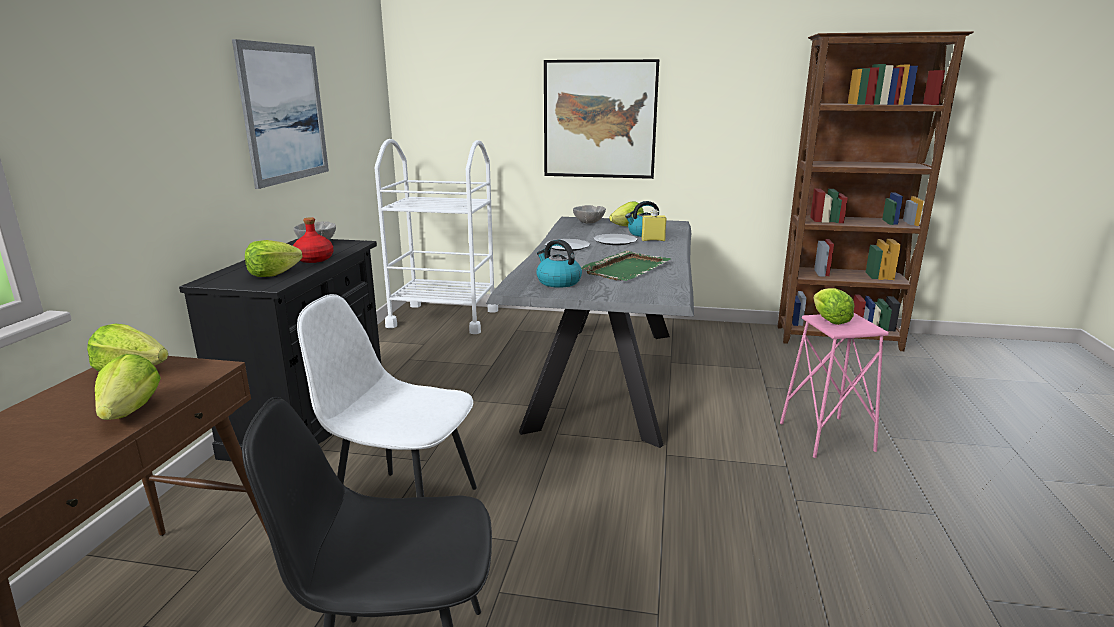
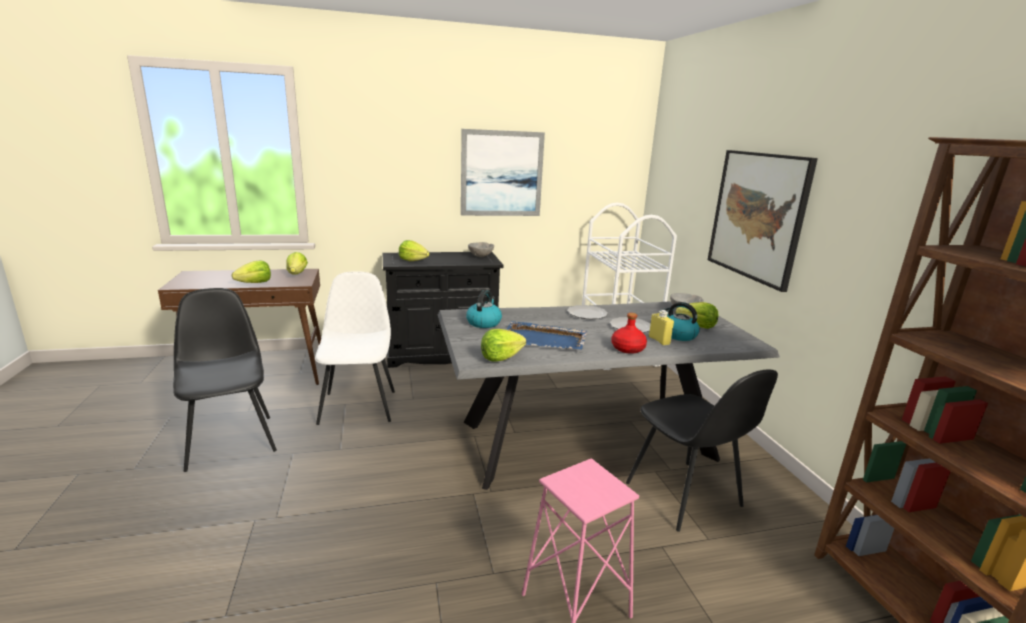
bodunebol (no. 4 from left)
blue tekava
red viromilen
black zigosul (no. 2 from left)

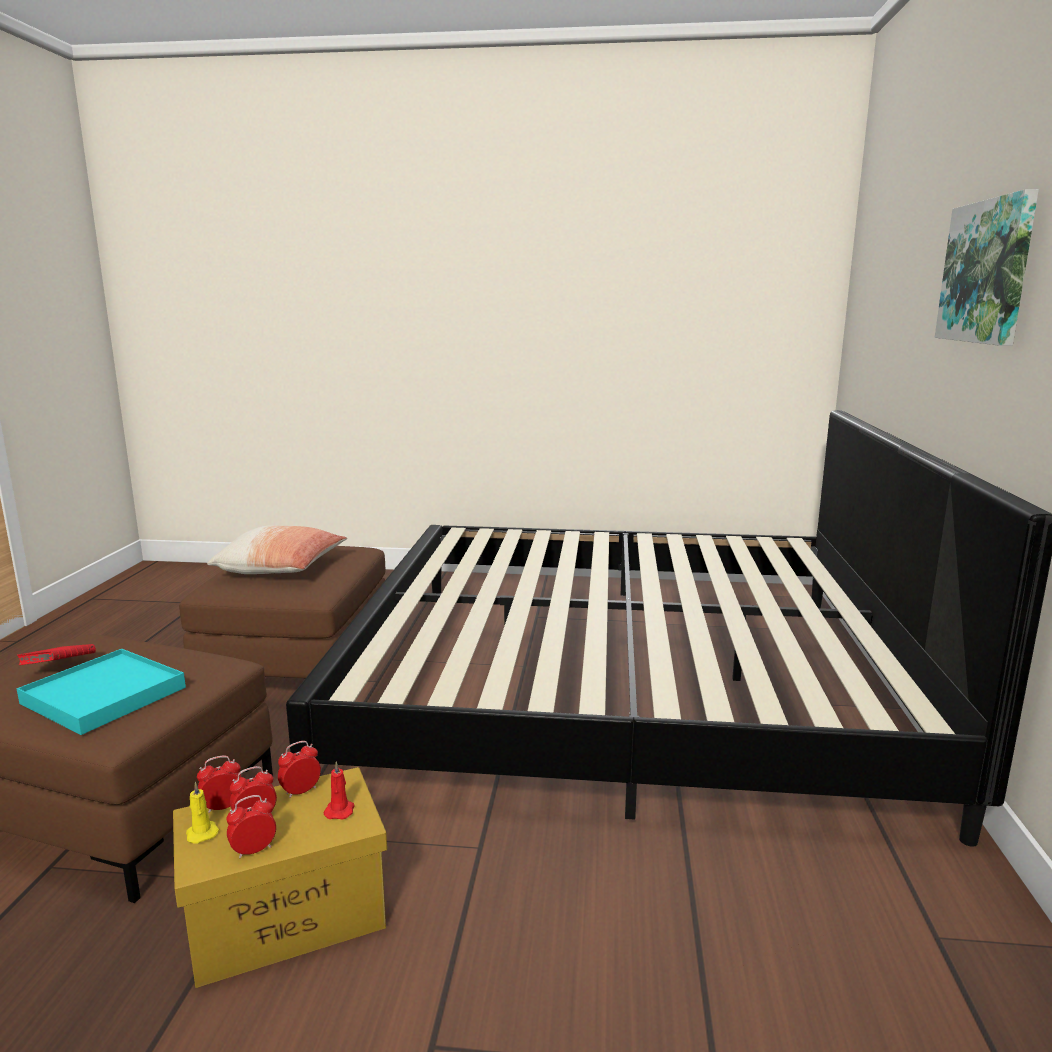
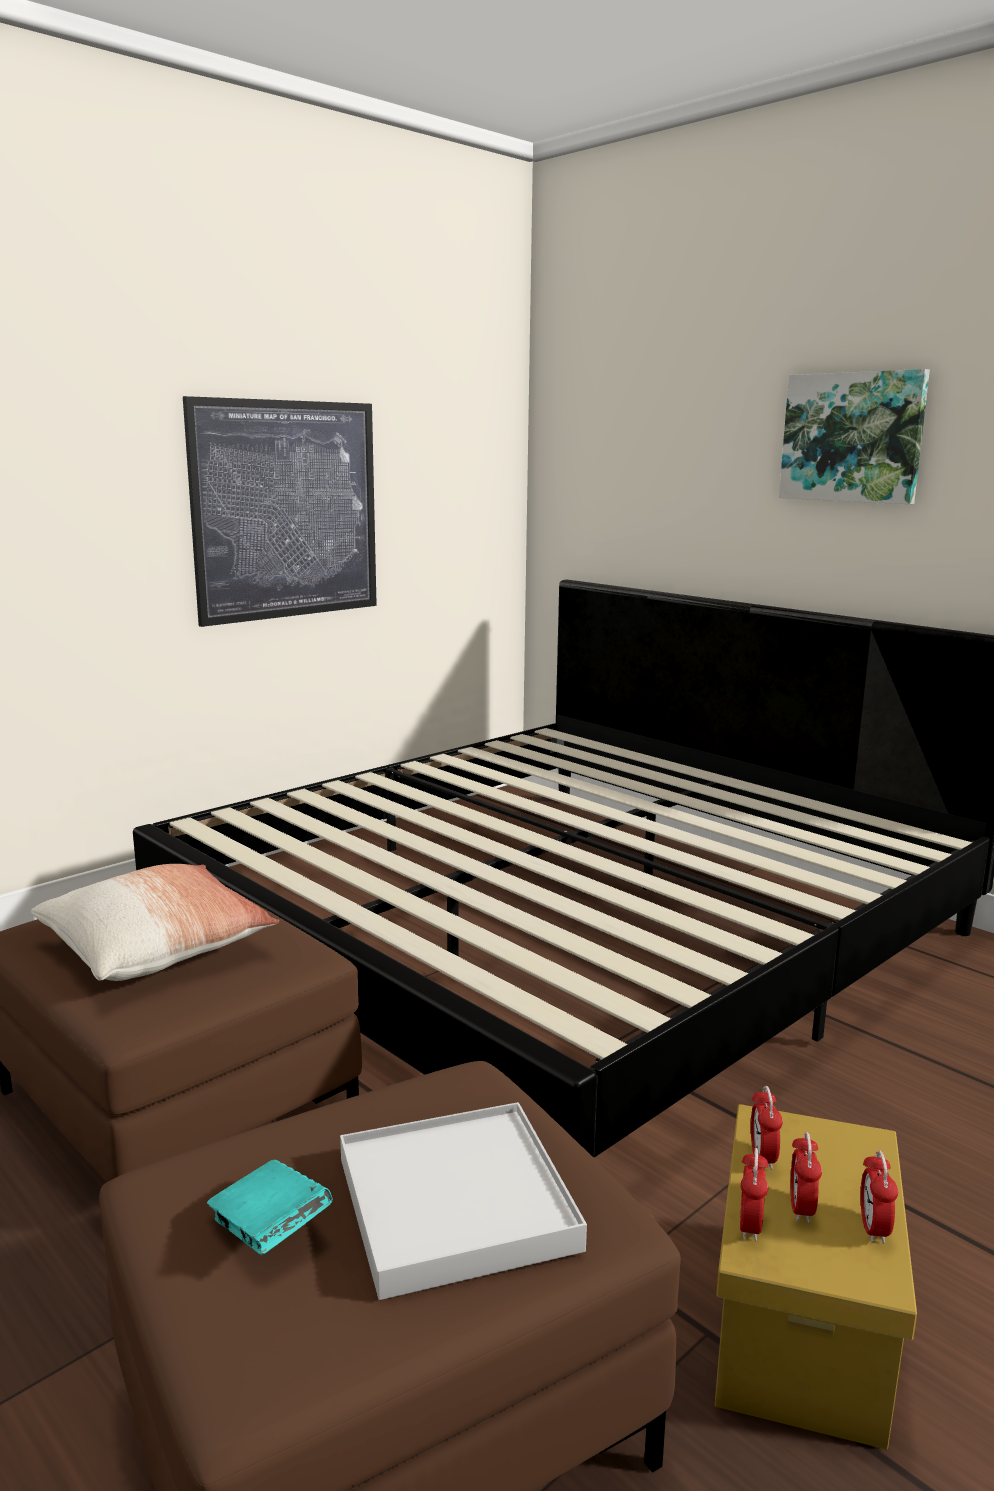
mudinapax (no. 1 from left)
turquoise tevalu
white tekava
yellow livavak
red livavak

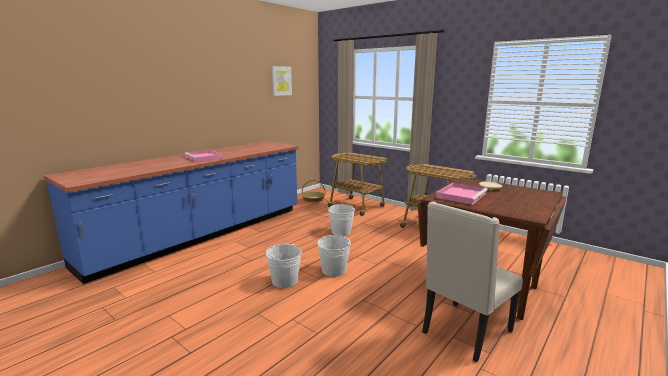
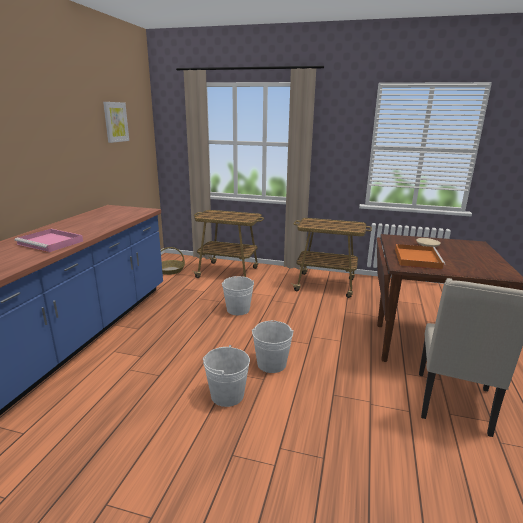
orange tekava

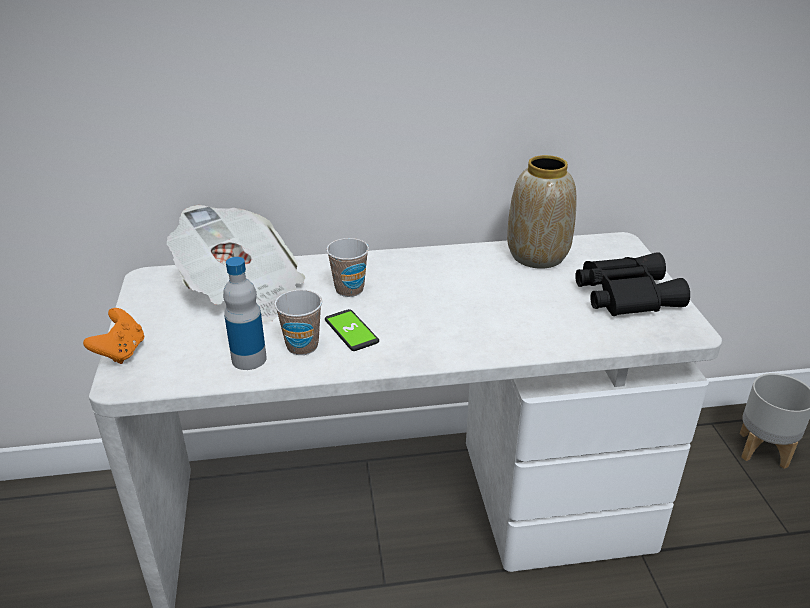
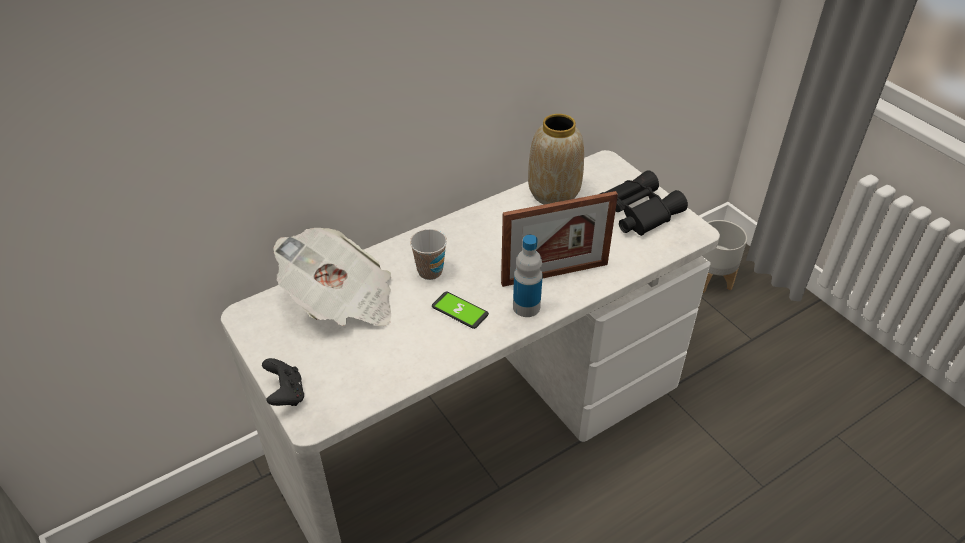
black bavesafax
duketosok
viromilen
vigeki (no. 1 from left in the first image)

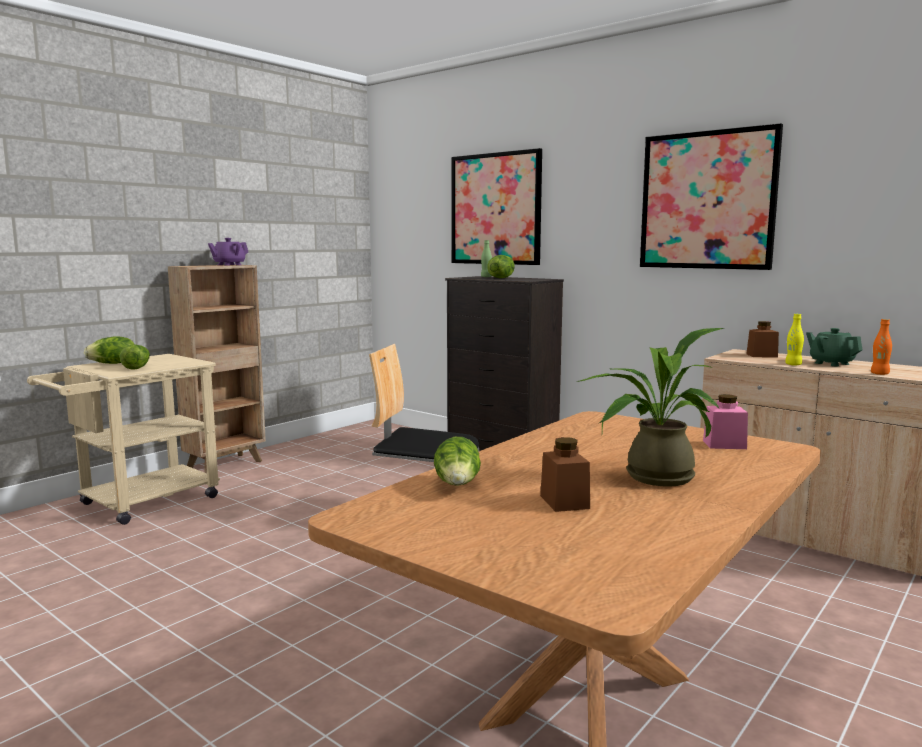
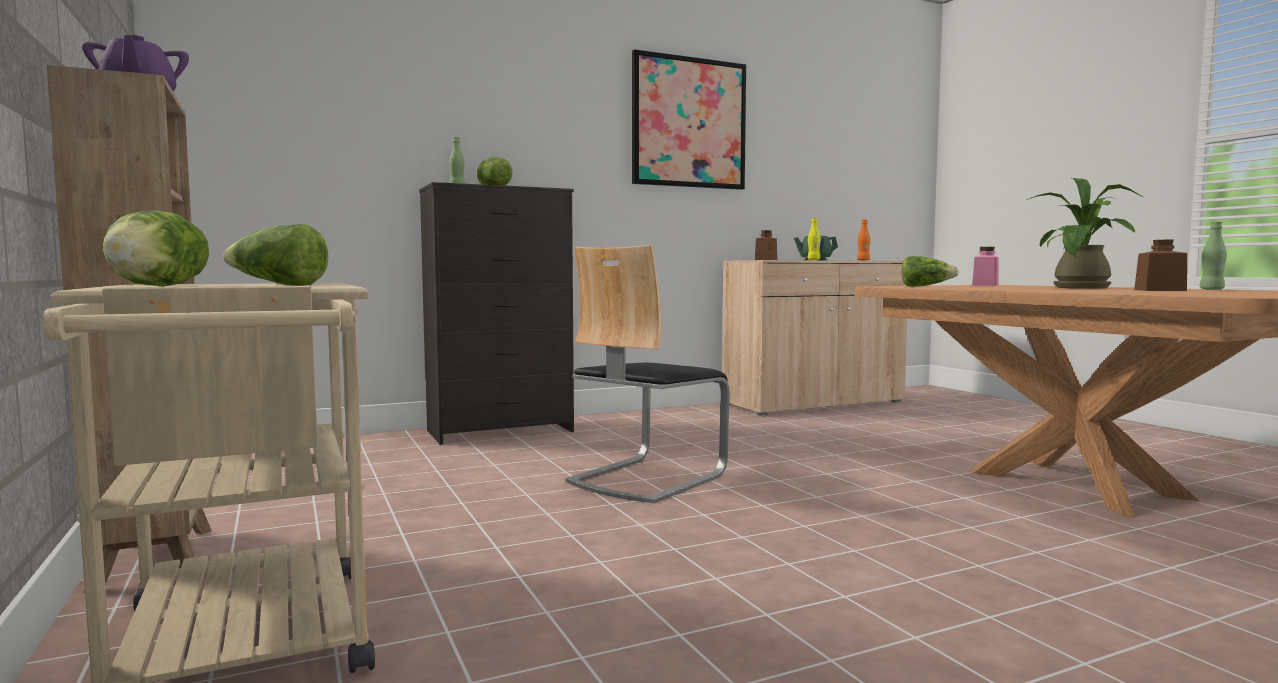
bodunebol (no. 4 from left)
green viromilen (no. 2 from left)
mudinapax (no. 1 from left in the first image)

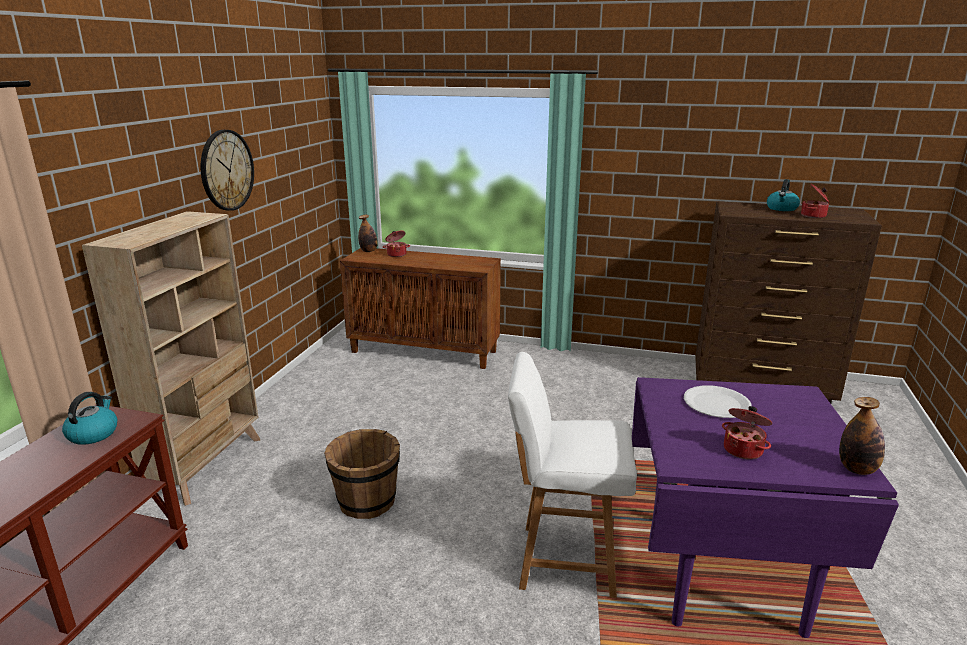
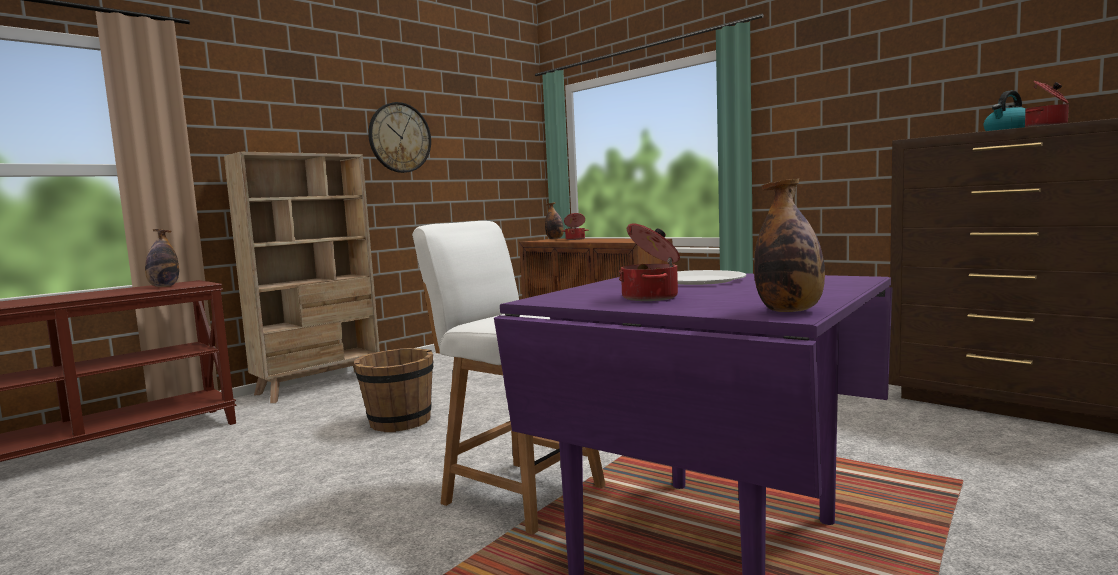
viromilen (no. 1 from left)

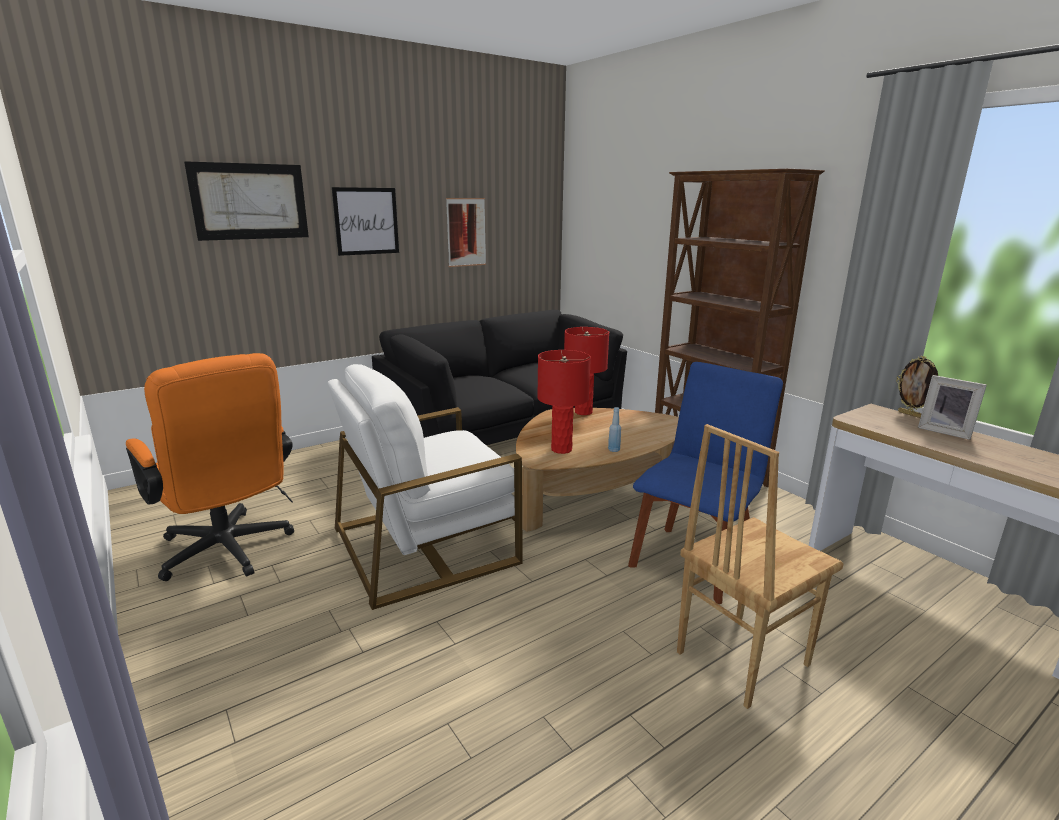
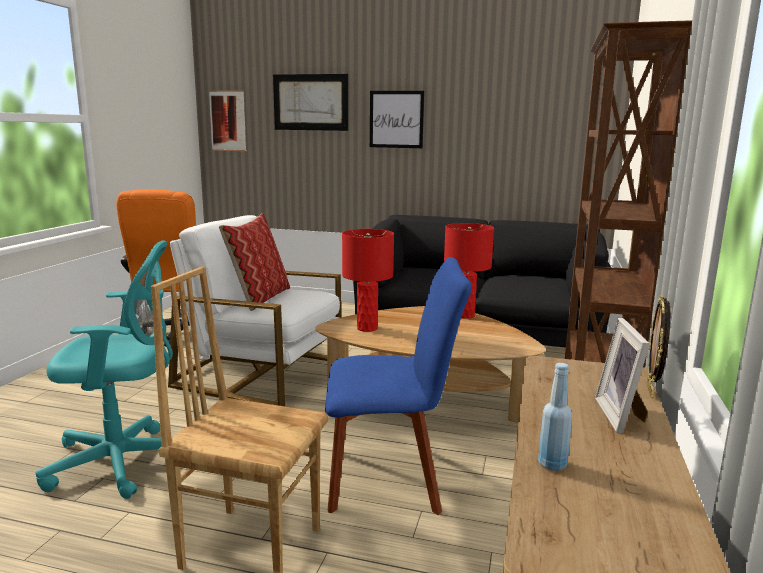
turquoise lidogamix
mudinapax (no. 1 from left)
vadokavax
blue viromilen

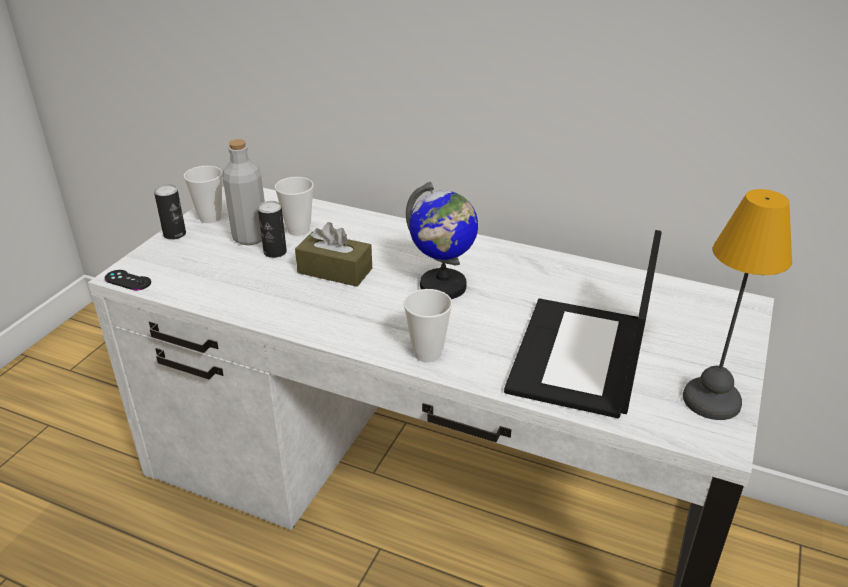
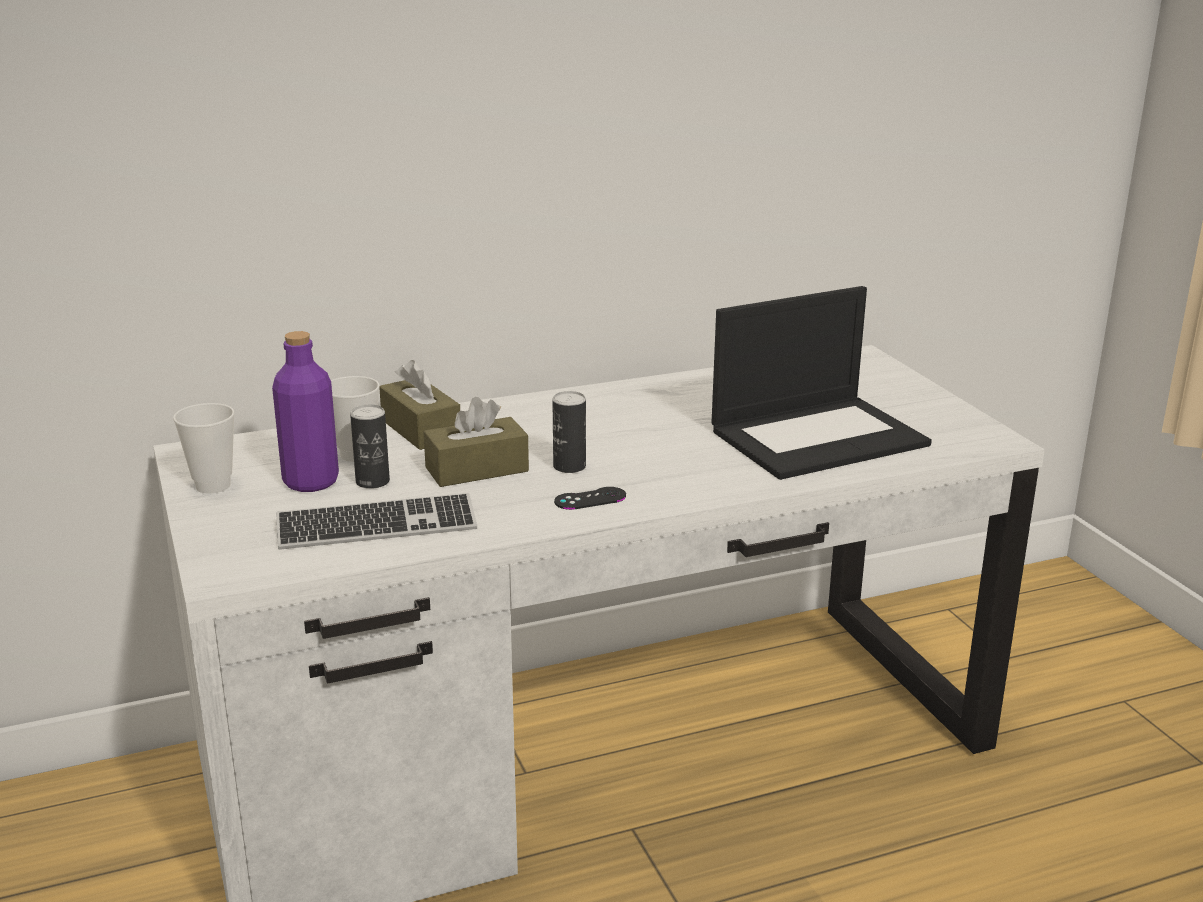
purple viromilen
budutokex
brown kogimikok (no. 1 from left)
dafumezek (no. 2 from left)
black bavesafax
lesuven
vigeki (no. 3 from left in the first image)
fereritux
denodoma

